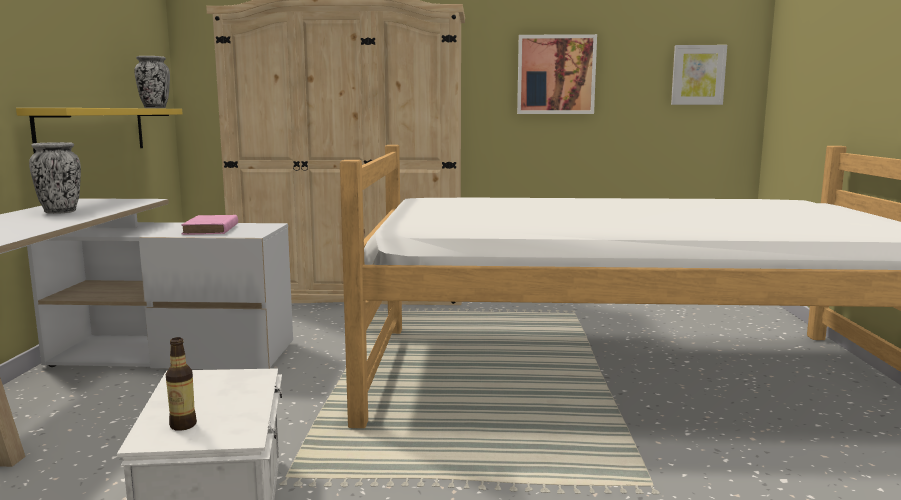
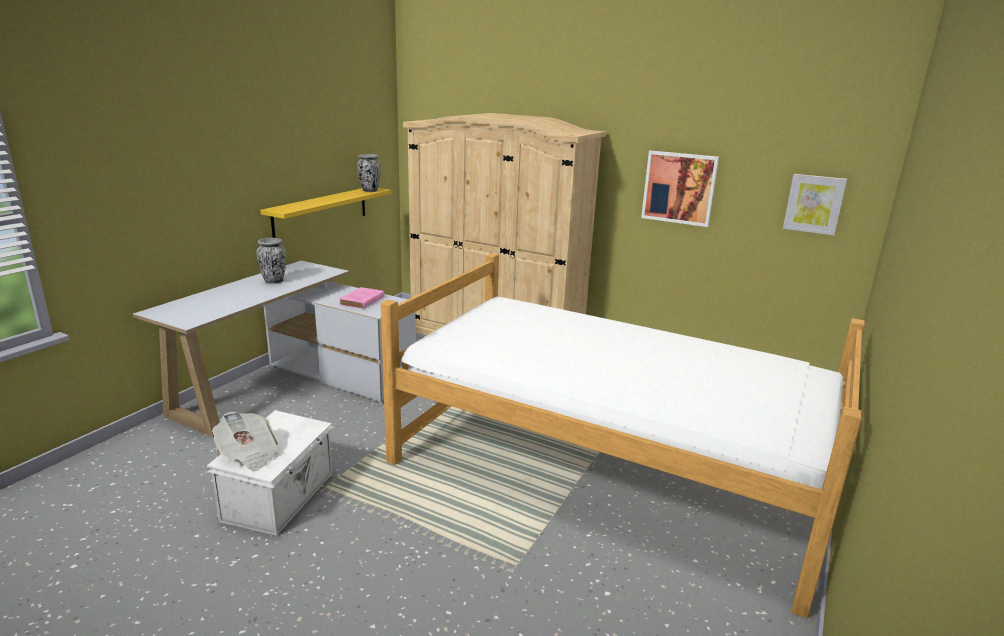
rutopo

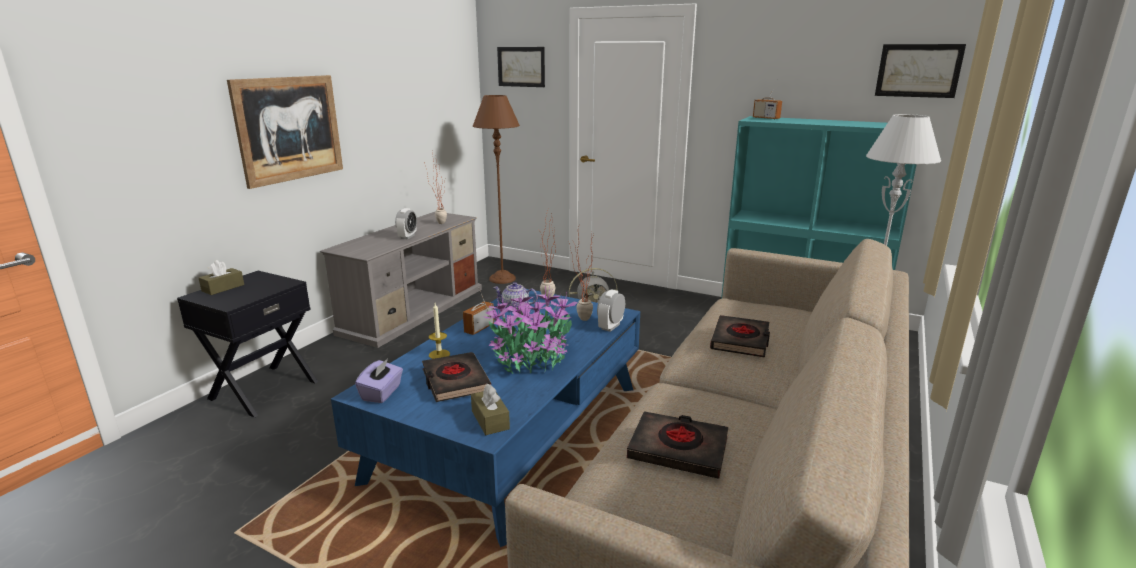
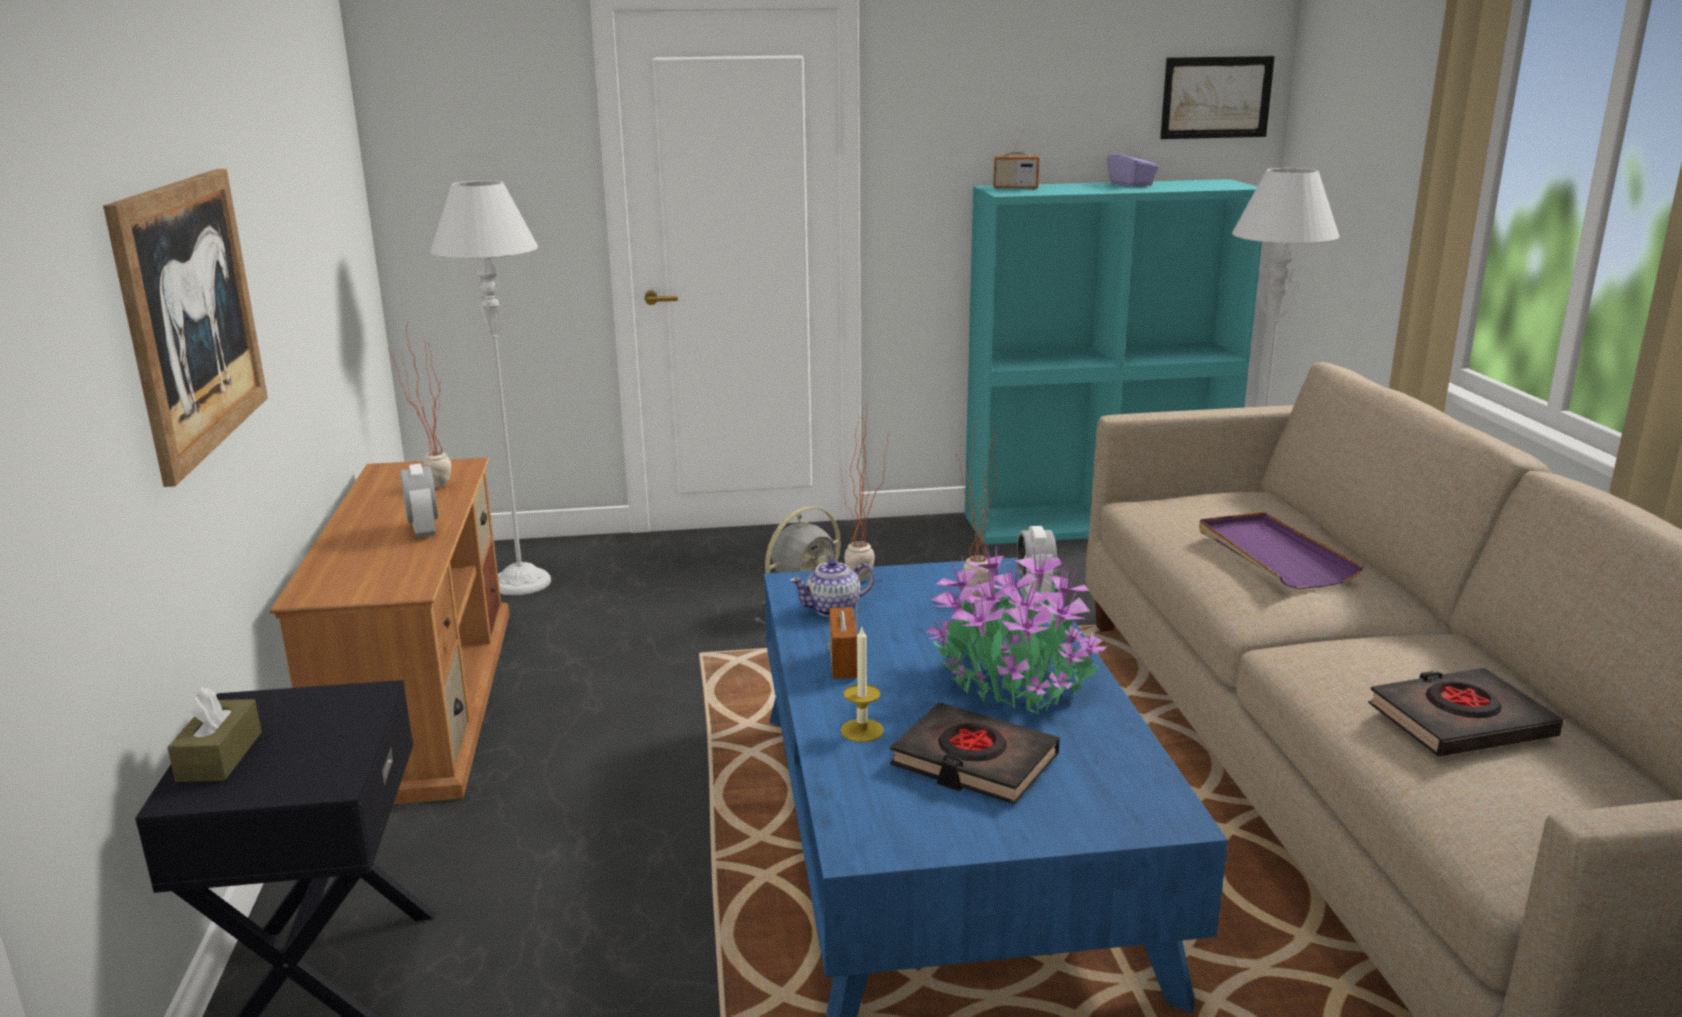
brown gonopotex
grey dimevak (no. 1 from left)
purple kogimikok
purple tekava
brown kogimikok (no. 2 from left in the first image)
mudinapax (no. 2 from left in the first image)

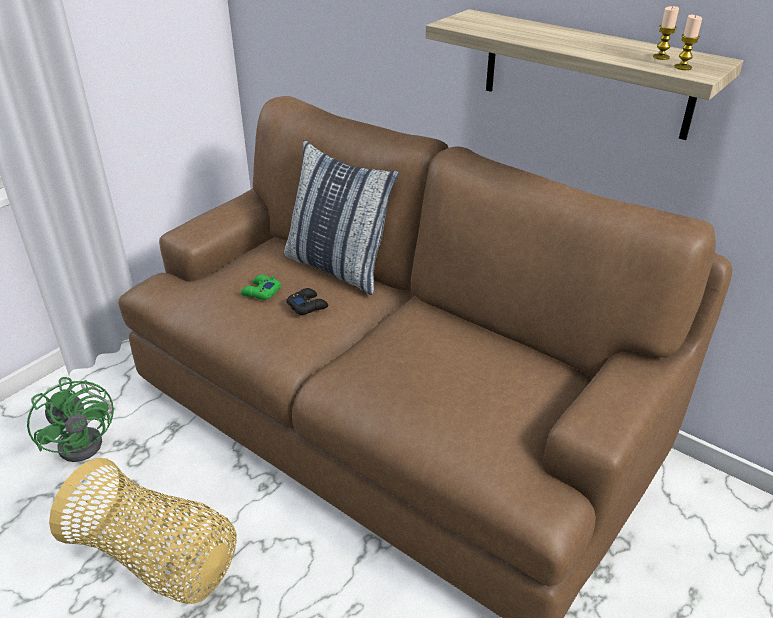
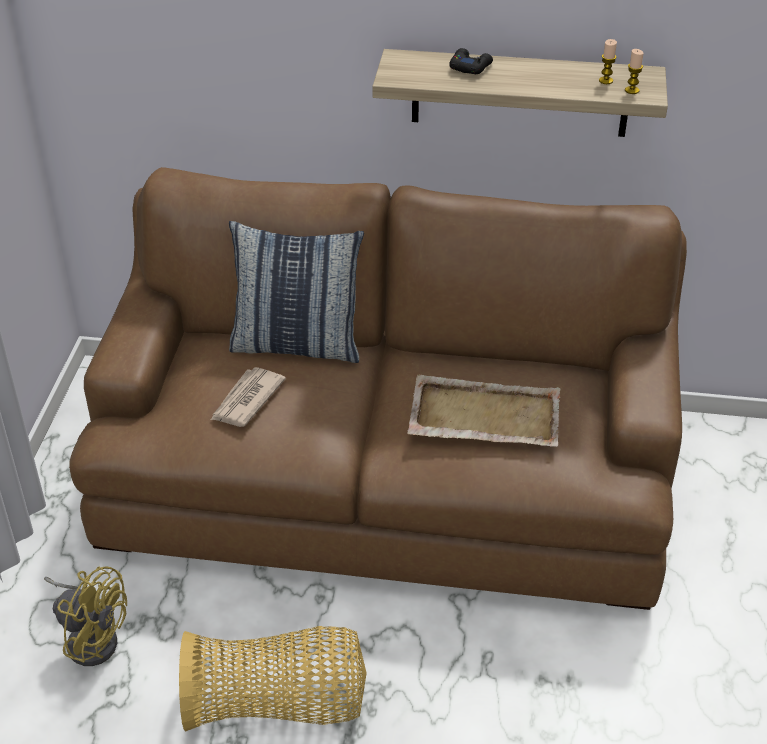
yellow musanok
rutopo
beige tekava
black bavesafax

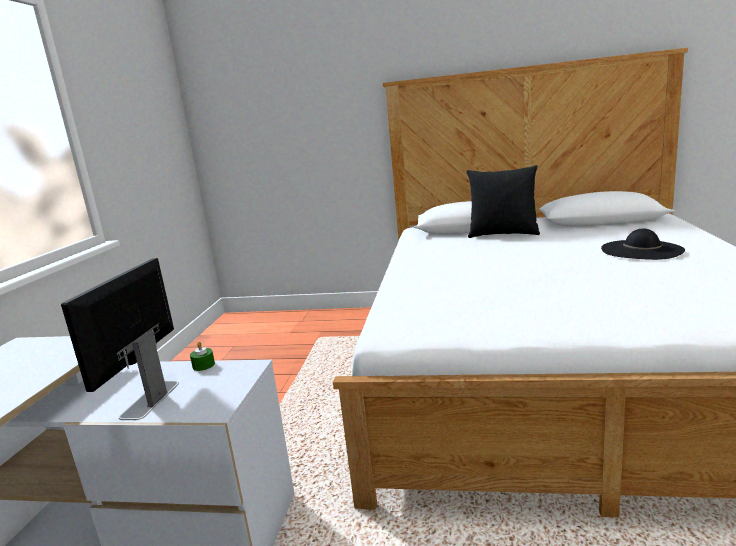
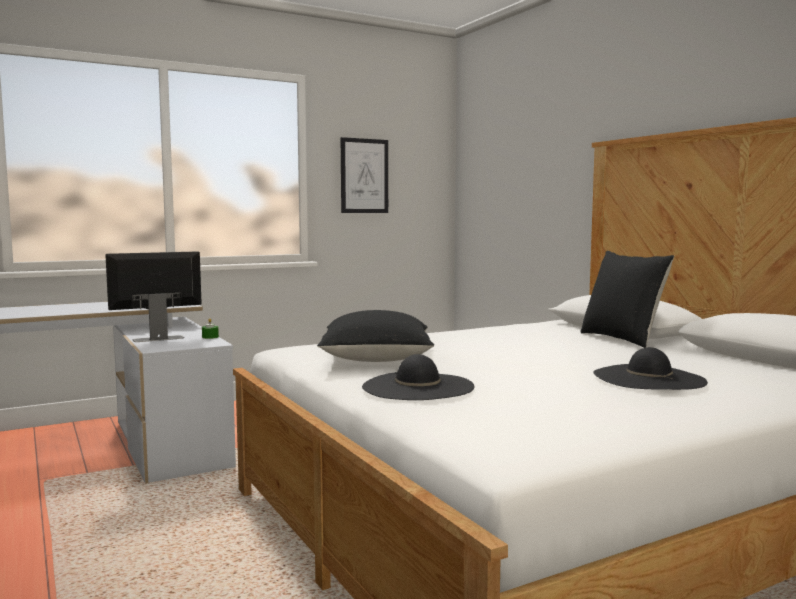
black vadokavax (no. 1 from left)
mudinapax
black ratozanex (no. 1 from left)

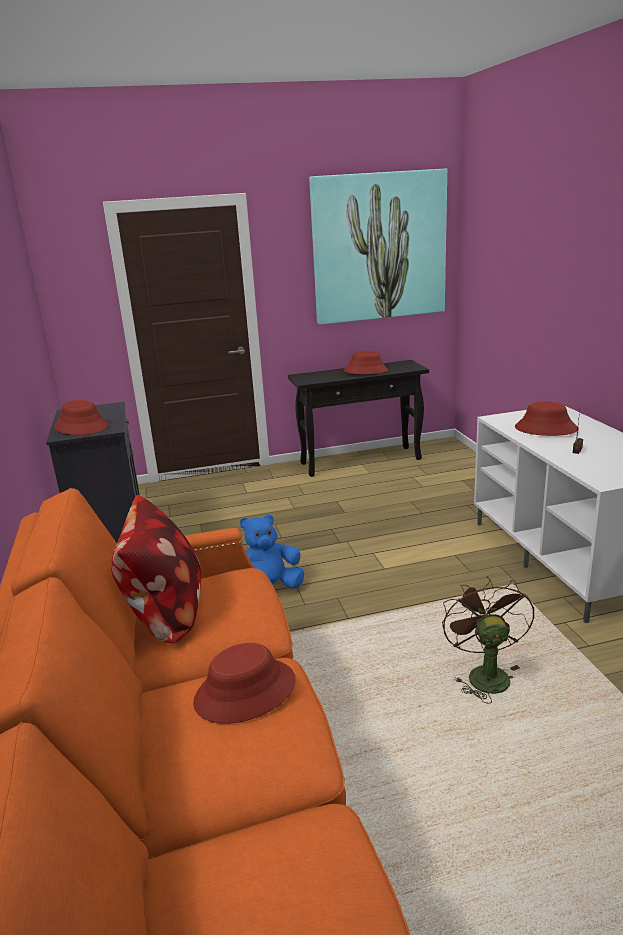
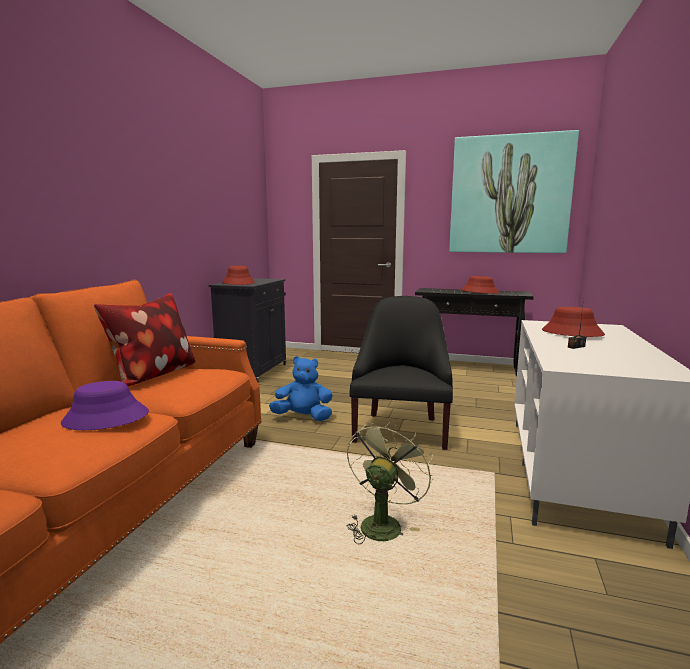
purple ratozanex
green musanok
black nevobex

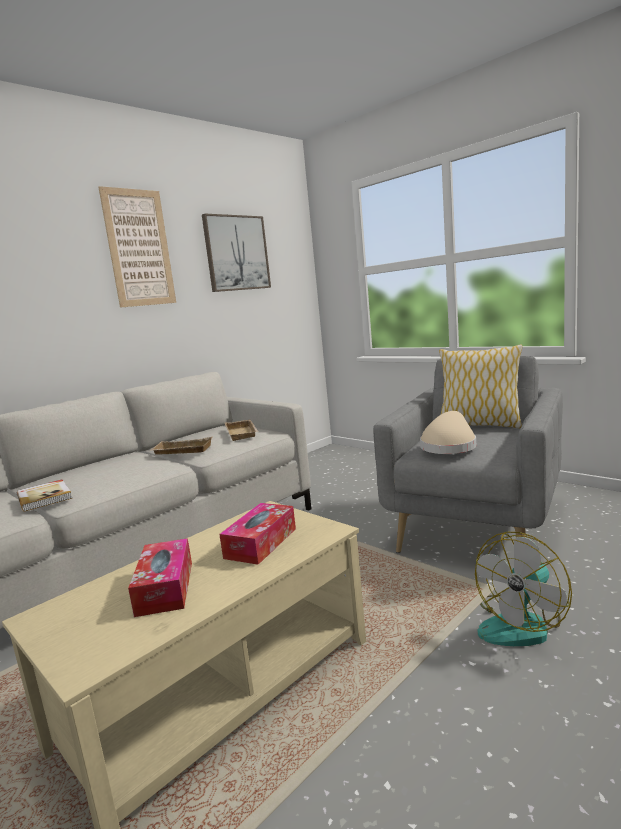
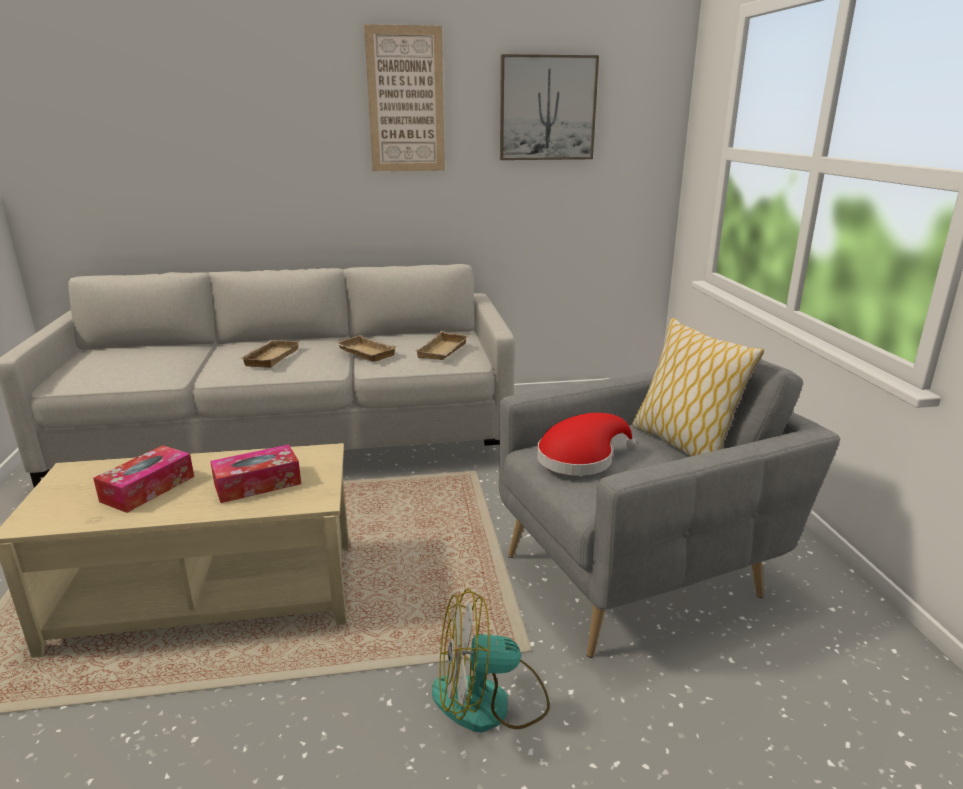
beige tekava (no. 1 from left)
red ratozanex
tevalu

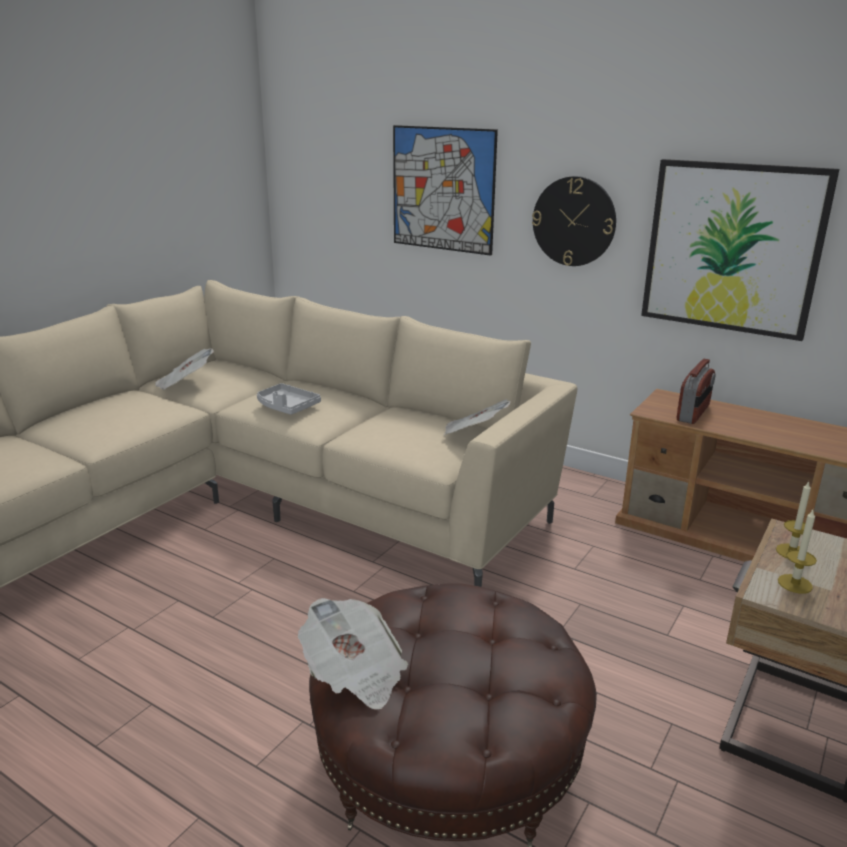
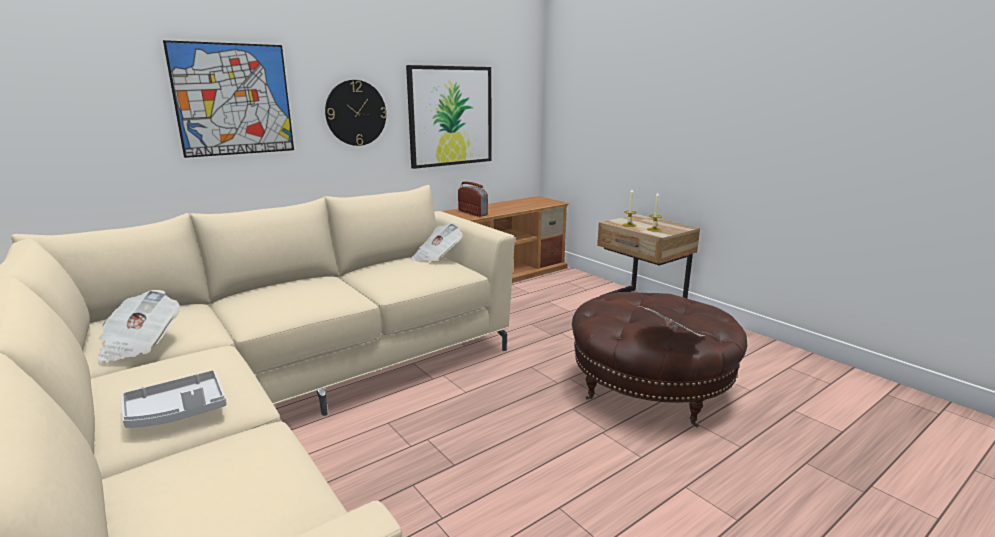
grey tekava

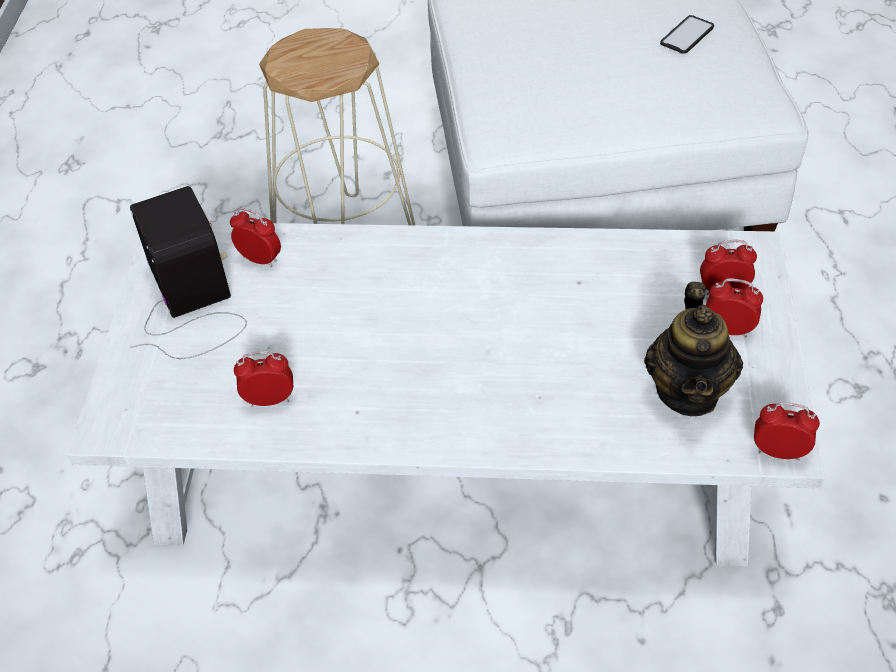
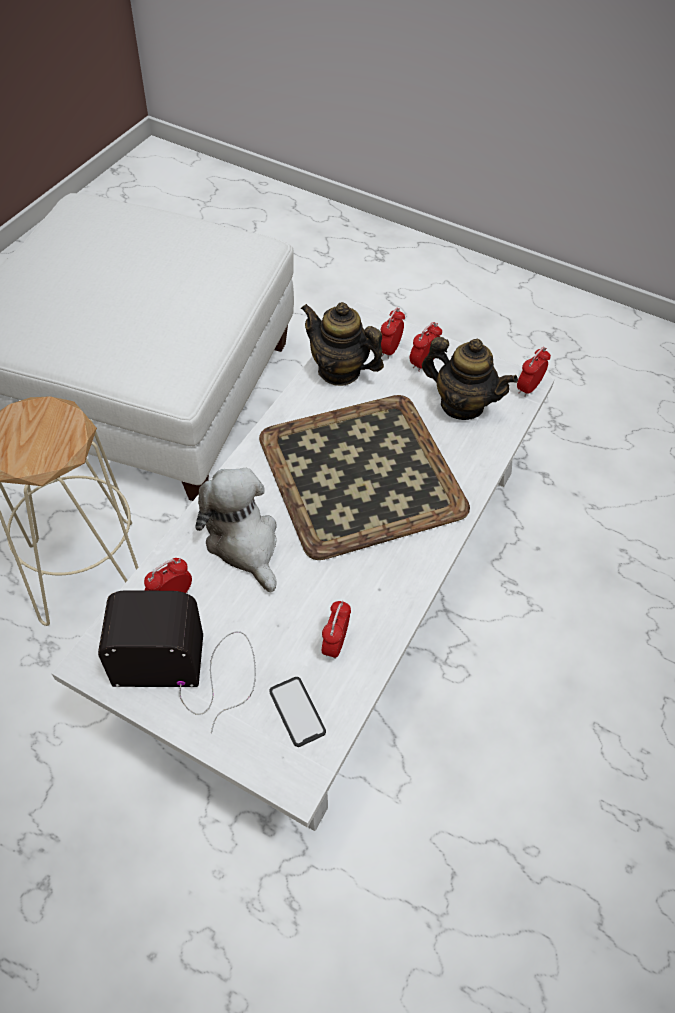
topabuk
tekava
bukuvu
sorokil (no. 1 from left)

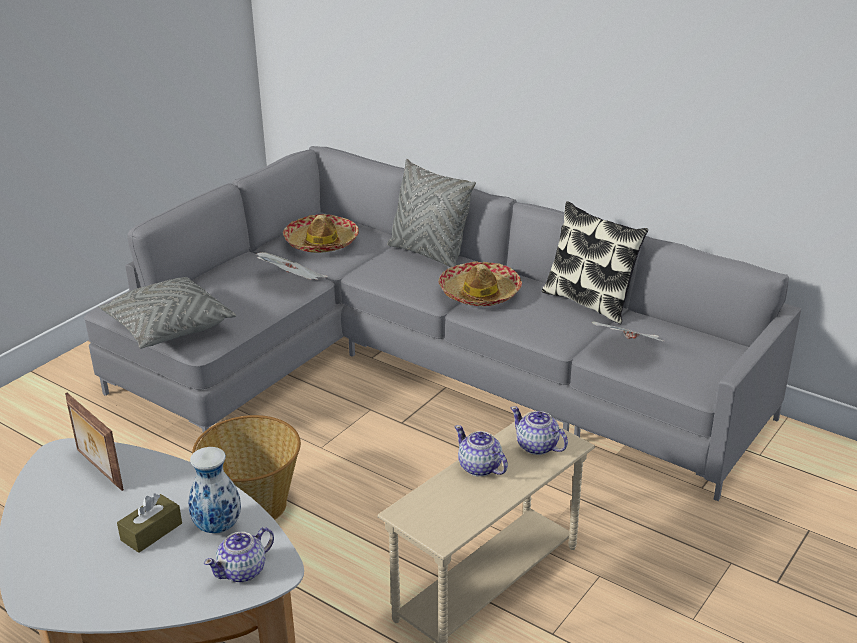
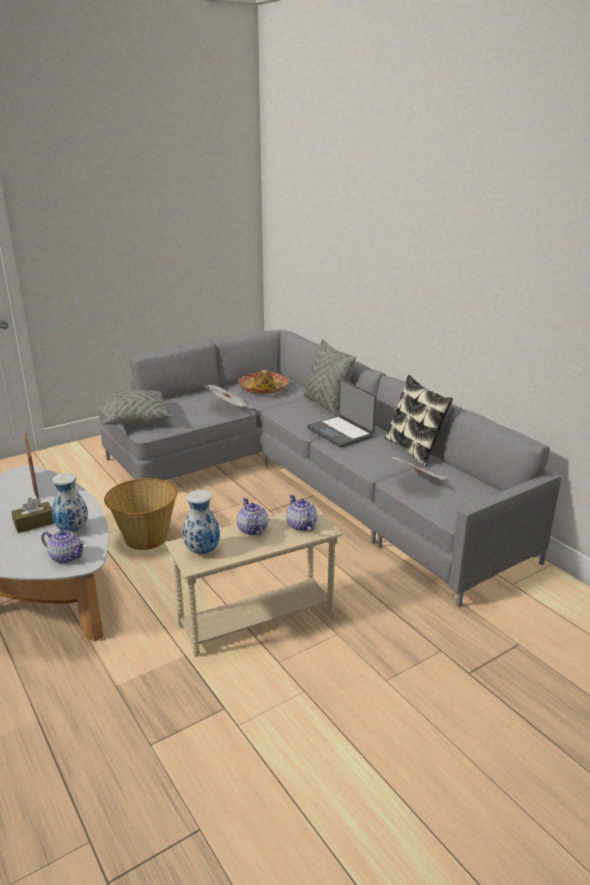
sorokil (no. 1 from left)
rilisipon (no. 2 from left)
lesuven

